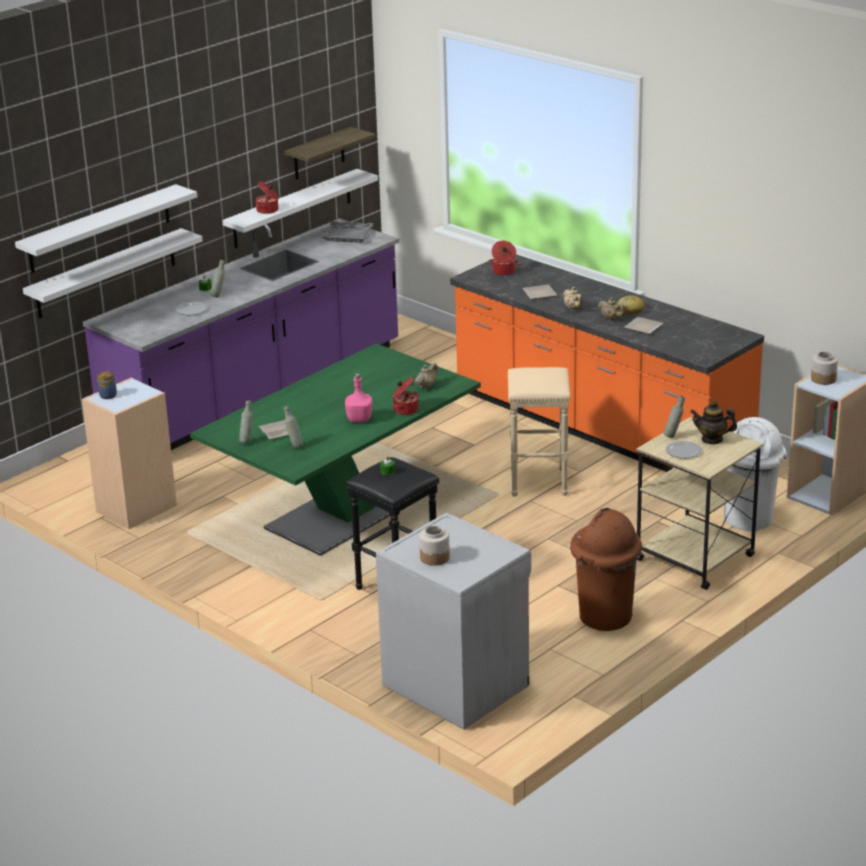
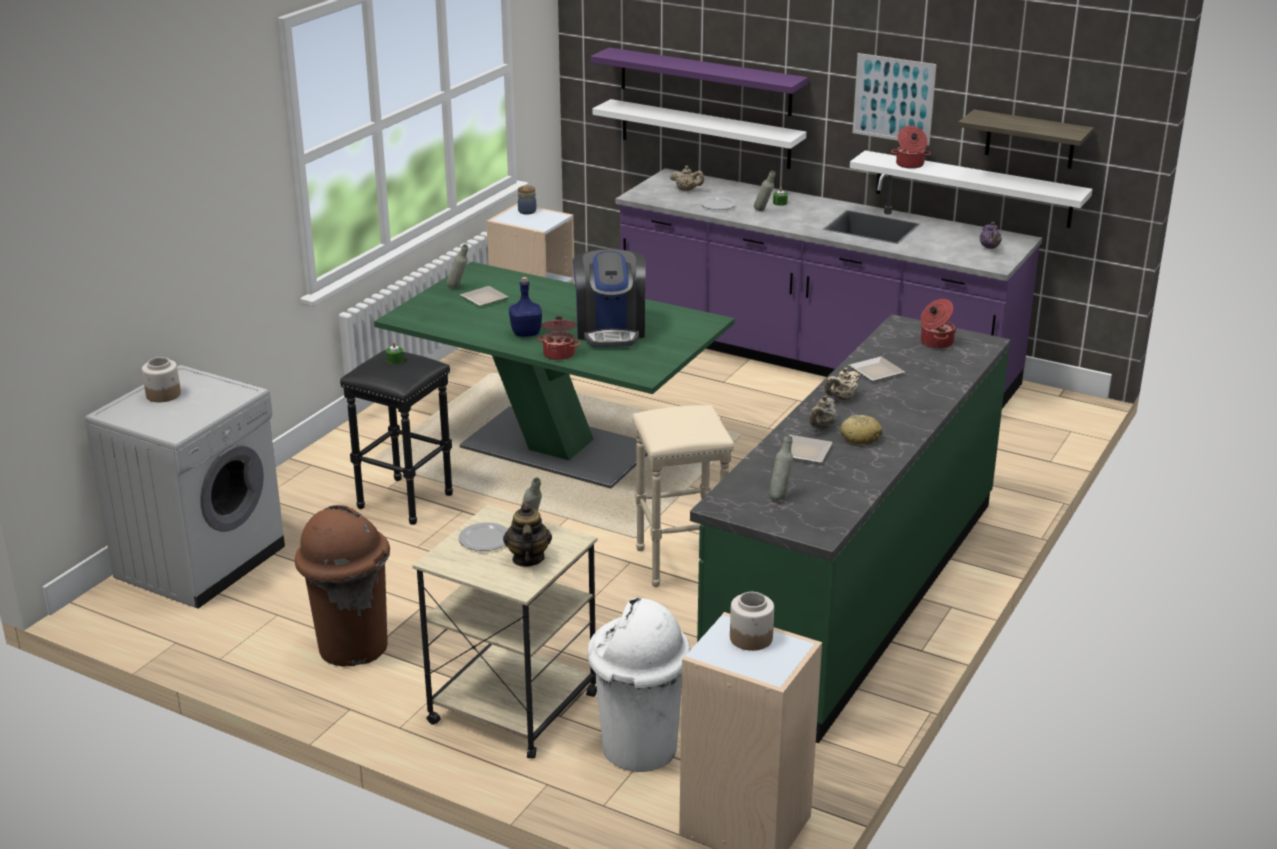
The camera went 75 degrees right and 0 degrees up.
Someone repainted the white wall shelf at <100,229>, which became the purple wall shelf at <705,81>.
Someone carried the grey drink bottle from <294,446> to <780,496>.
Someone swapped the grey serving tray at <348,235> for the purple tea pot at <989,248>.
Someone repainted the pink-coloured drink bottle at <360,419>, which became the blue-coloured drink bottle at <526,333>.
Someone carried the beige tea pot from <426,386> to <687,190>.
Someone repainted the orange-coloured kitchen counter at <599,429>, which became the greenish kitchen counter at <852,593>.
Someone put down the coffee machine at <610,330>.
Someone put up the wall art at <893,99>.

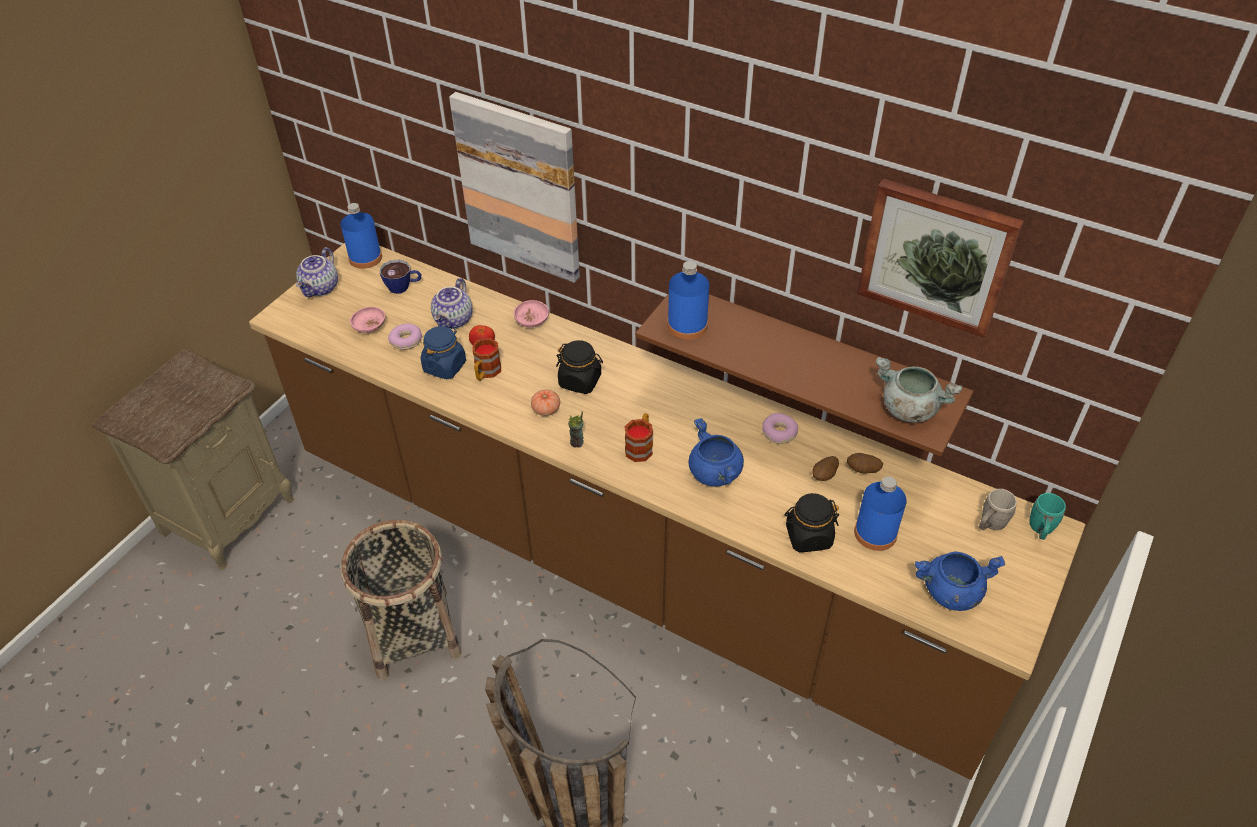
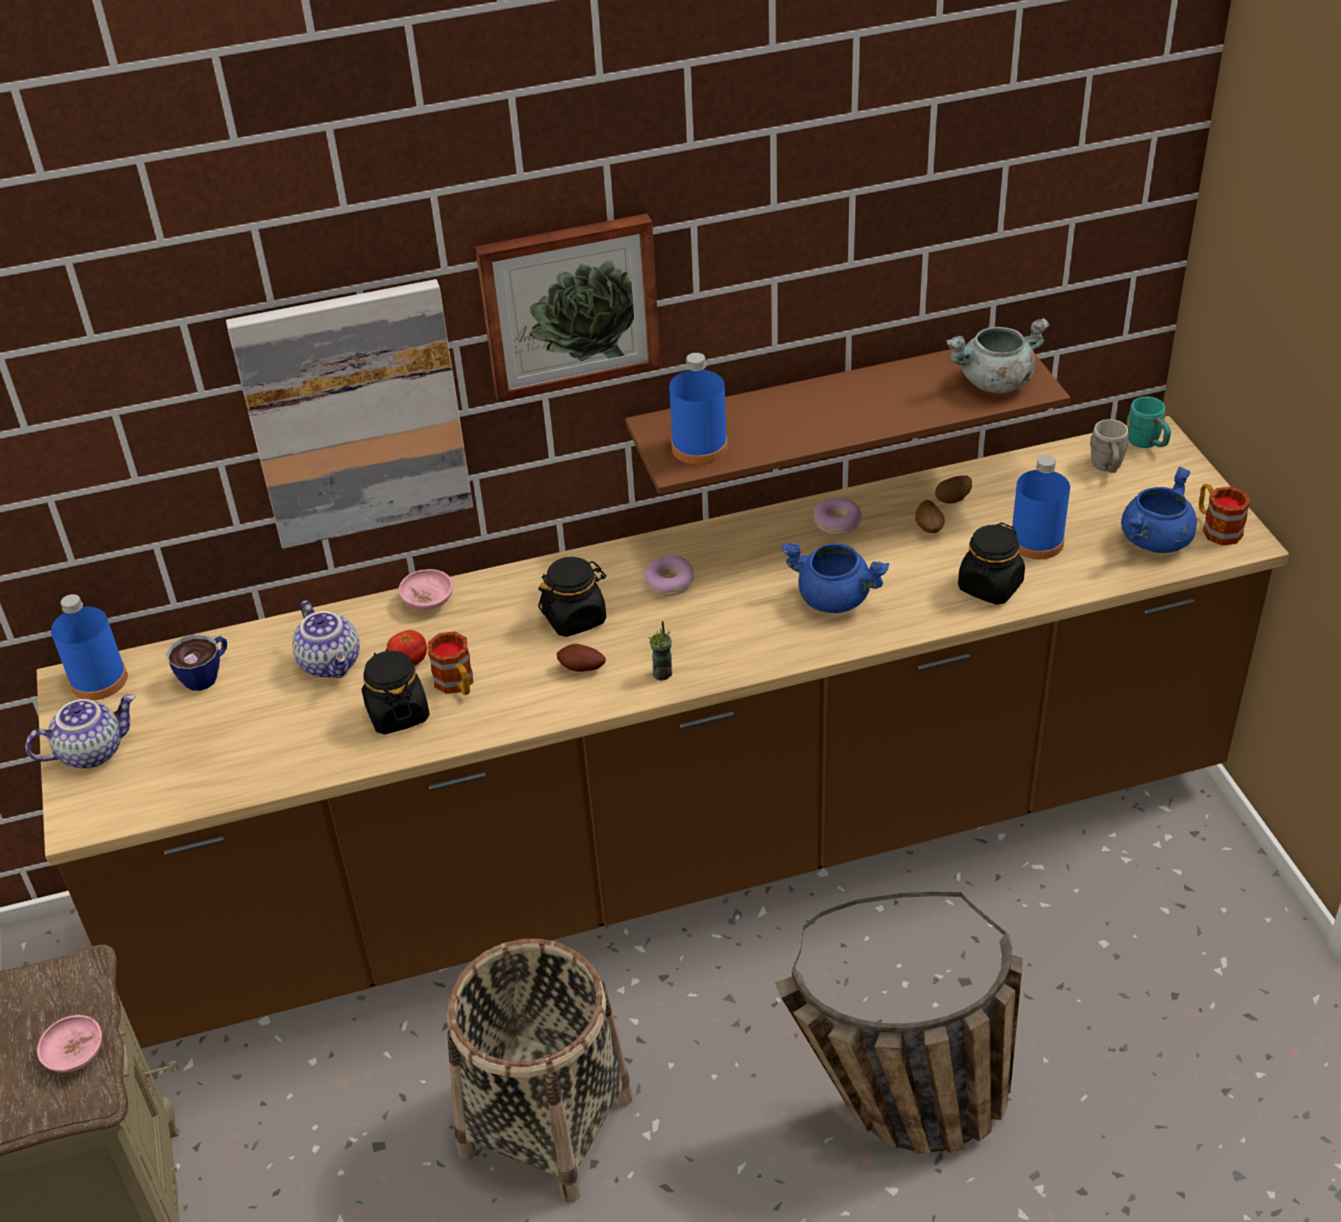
The camera went 45 degrees left and 5 degrees down.
Someone rotated the tea pot at <321,288> by 90 degrees counterclockwise.
Someone carried the pink-coloured bowl from <369,327> to <75,1055>.
Someone carried the doughnut from <406,341> to <670,583>.
Someone repainted the blue-coloured jar at <445,366>, which became the black-coloured jar at <397,713>.
Someone swapped the fresh tomato at <546,409> for the whole potato at <581,669>.
Someone carried the mug from <640,446> to <1216,528>.
Someone carried the wall art from <937,256> to <569,305>.

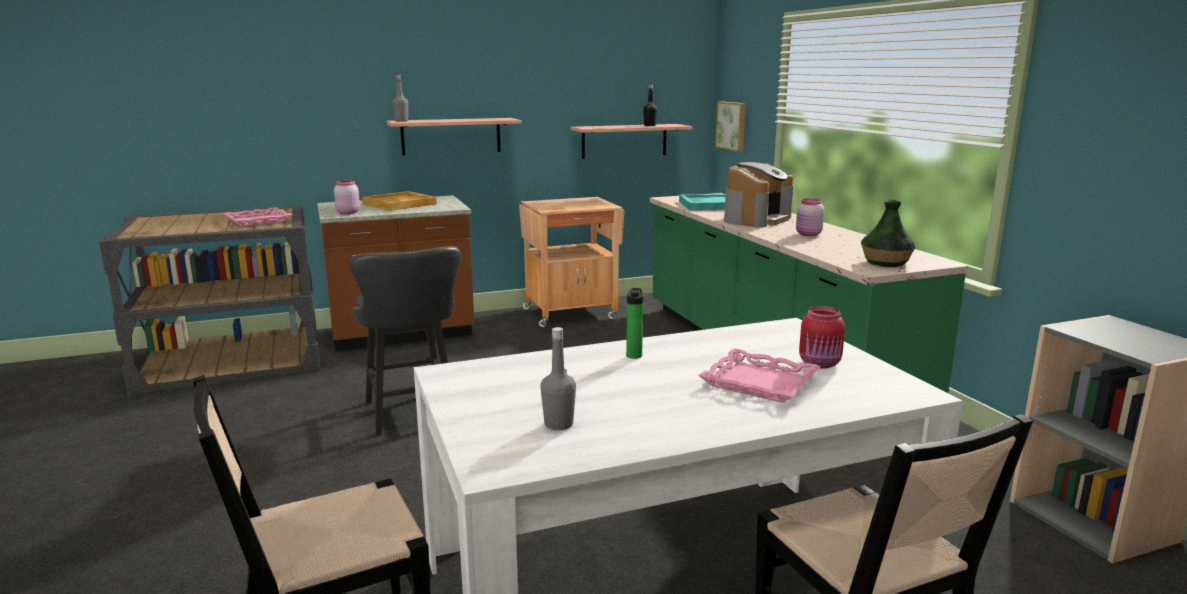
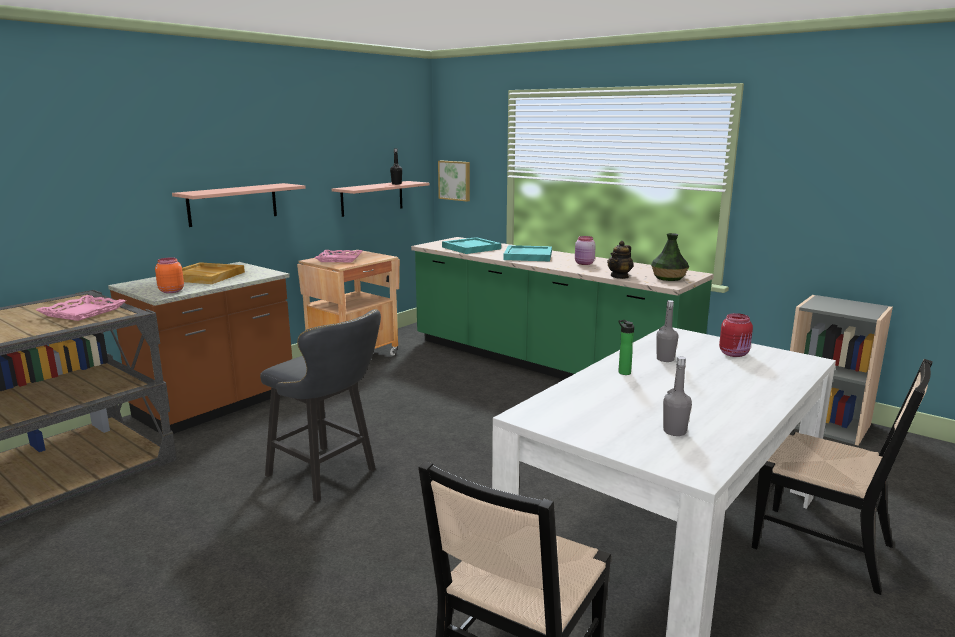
The camera went 30 degrees left and 0 degrees up.
Someone repainted the pink-coloured jar at <348,212>, which became the orange-coloured jar at <171,291>.
Someone carried the grey drink bottle from <401,121> to <665,359>.
Someone carried the pink-coloured serving tray from <760,382> to <339,259>.
Someone swapped the coffee machine at <756,219> for the blue-green serving tray at <527,256>.
Someone put down the tea pot at <620,276>.

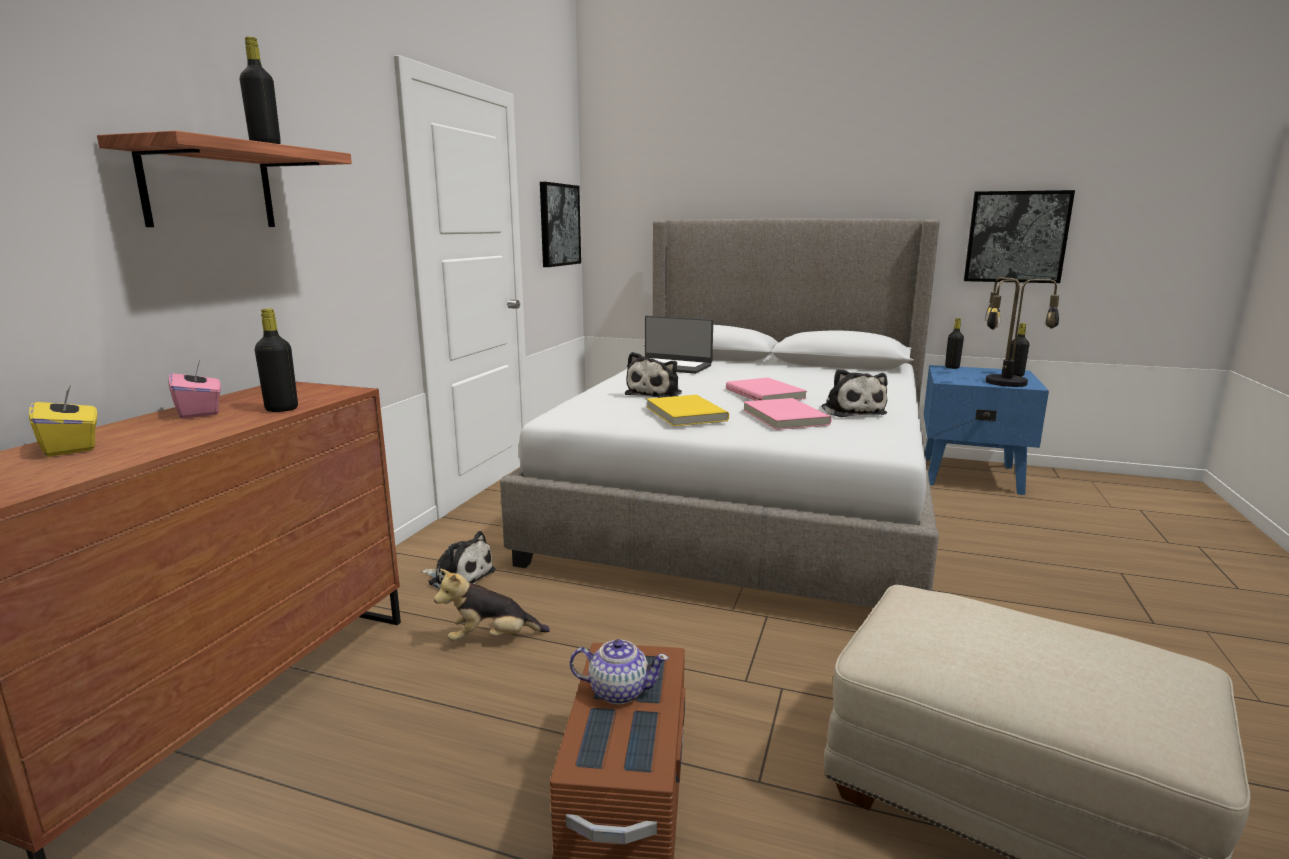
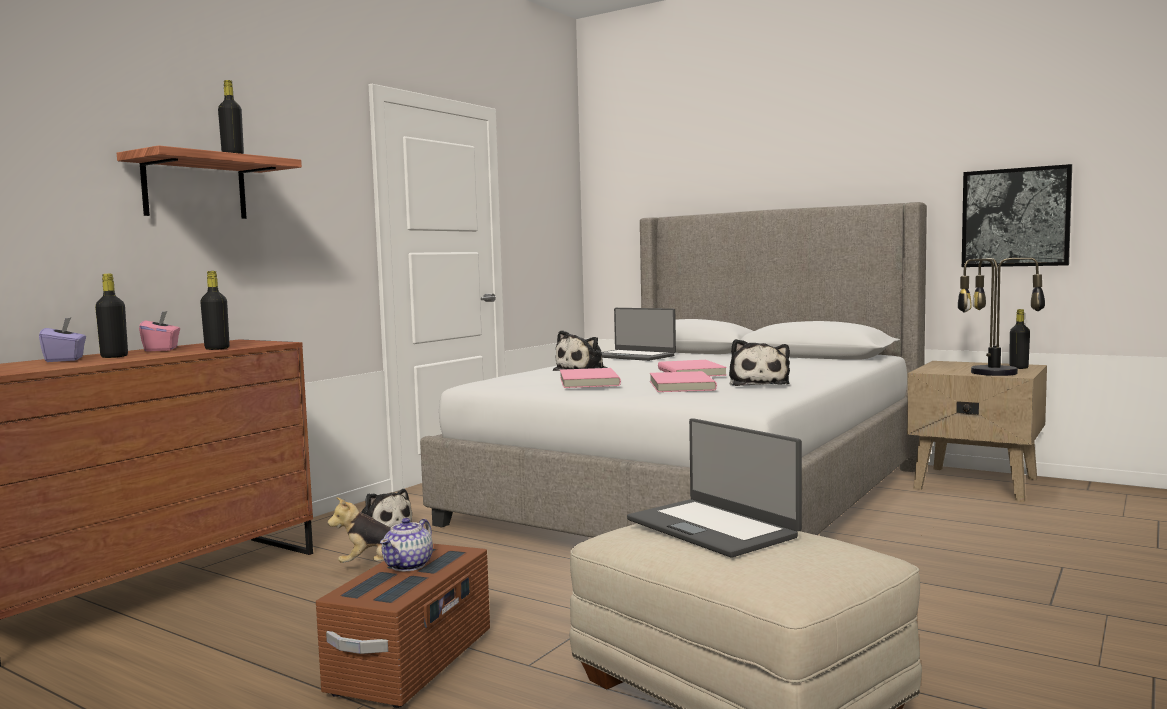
The camera went 15 degrees right and 10 degrees down.
Someone repainted the yellowish tissue holder at <72,446>, which became the purple tissue holder at <65,359>.
Someone took away the wall art at <559,225>.
Someone rotated the tea pot at <618,691> by 90 degrees clockwise.
Someone repainted the yellowish book at <684,414>, which became the pink-coloured book at <587,382>.
Someone repainted the blue-coloured night table at <972,475>, which became the beige night table at <977,484>.
Someone carried the black-coloured drink bottle from <952,367> to <114,356>.
Someone put down the notebook computer at <712,528>.

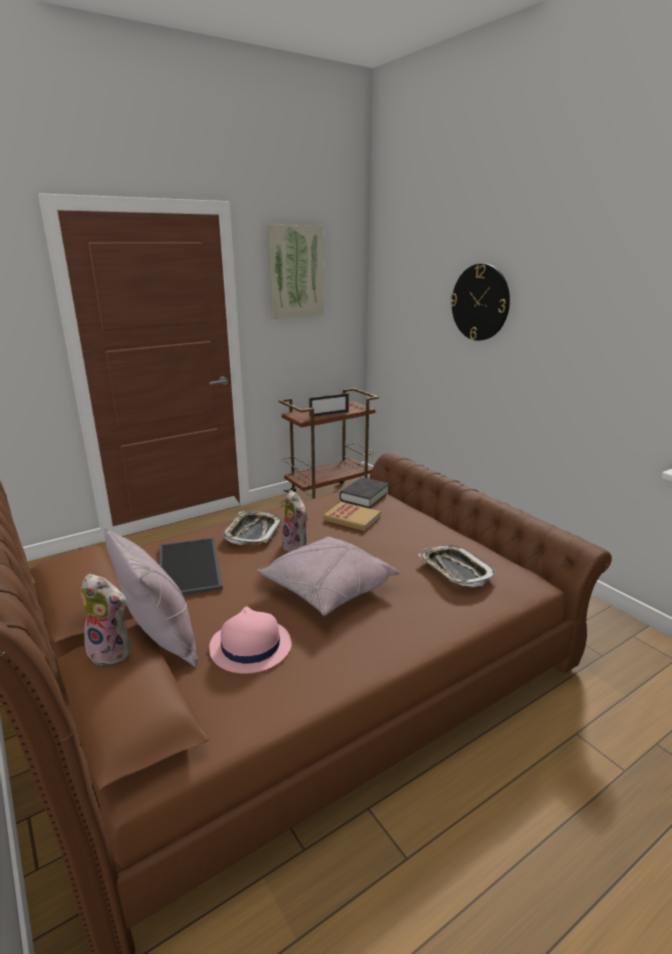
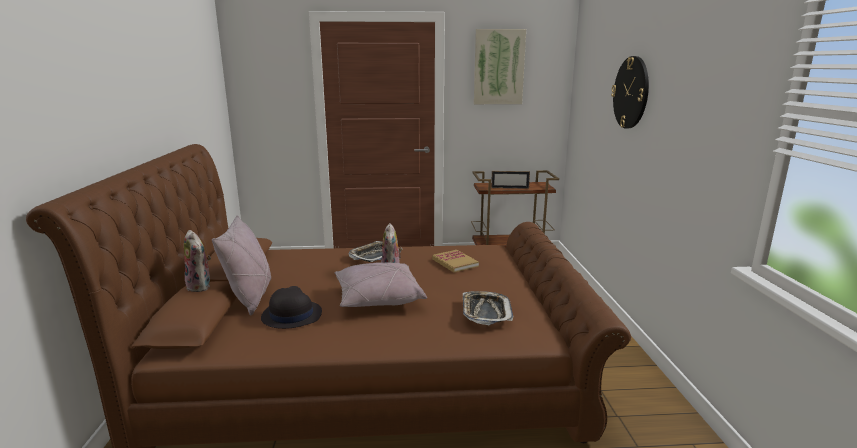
The camera went 30 degrees right and 5 degrees down.
Someone took away the serving tray at <191,567>.
Someone repainted the pink-coloured wearable hat at <250,646>, which became the black-coloured wearable hat at <291,315>.
Someone took away the black-coloured book at <364,496>.

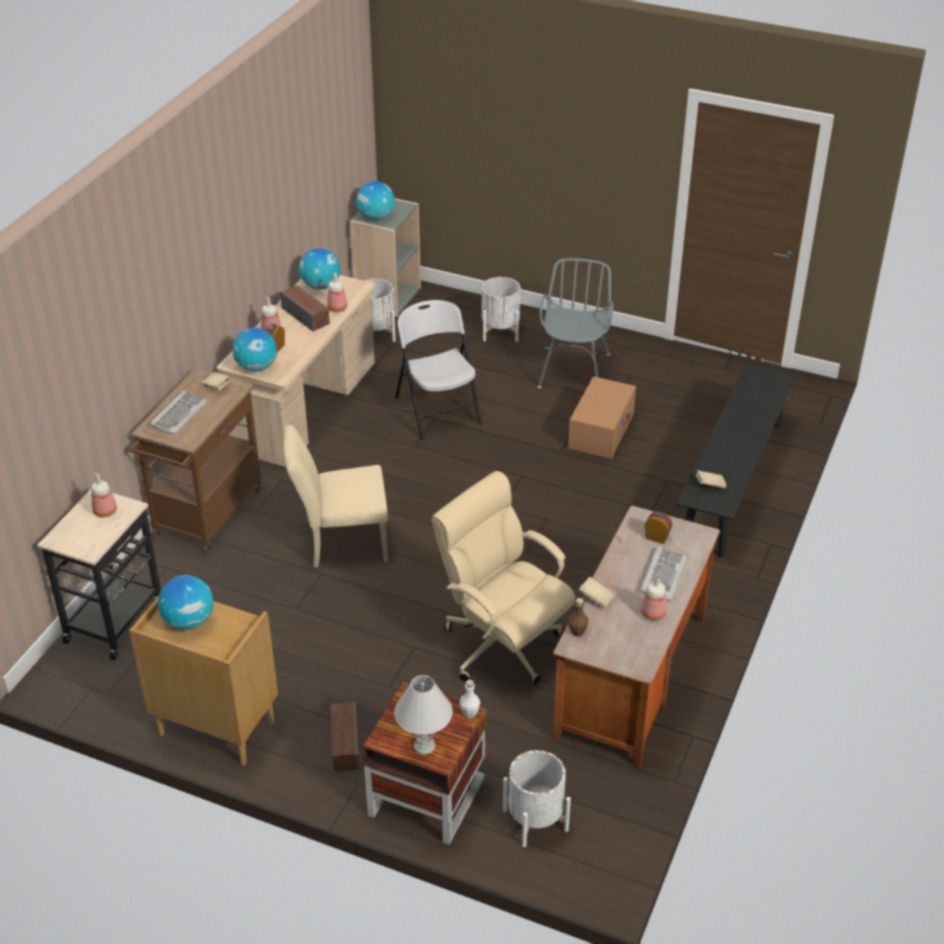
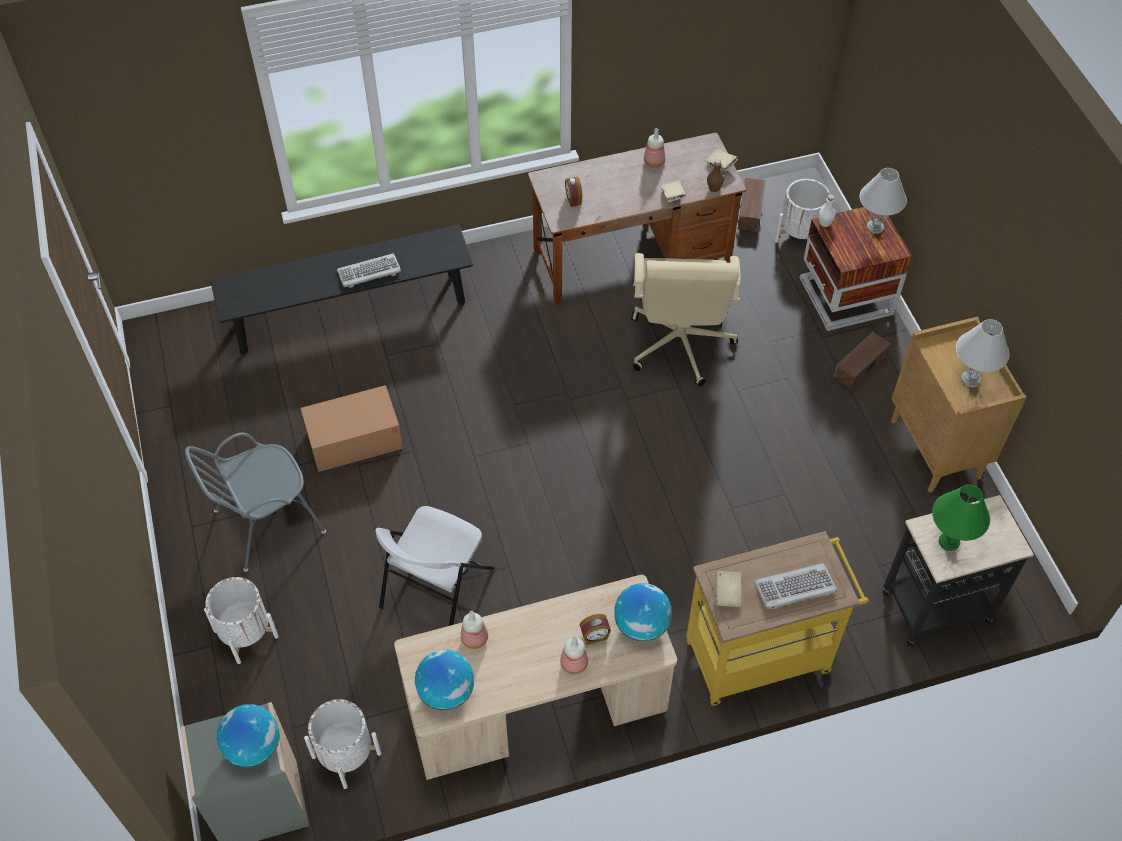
The camera went 130 degrees left and 15 degrees up.
Someone swapped the drink bottle at <105,511> for the greenish table lamp at <948,542>.
Someone repainted the brown-coloured wheeled cart at <206,516>, which became the yellowish wheeled cart at <761,656>.
Someone swapped the desk globe at <188,621> for the white table lamp at <970,380>.
Someone carried the loudspeaker from <306,315> to <750,211>.
Someone took away the beige upright chair at <340,543>.
Someone carried the PC keyboard from <662,575> to <369,272>.
Someone carried the beige book from <710,485> to <721,165>.

